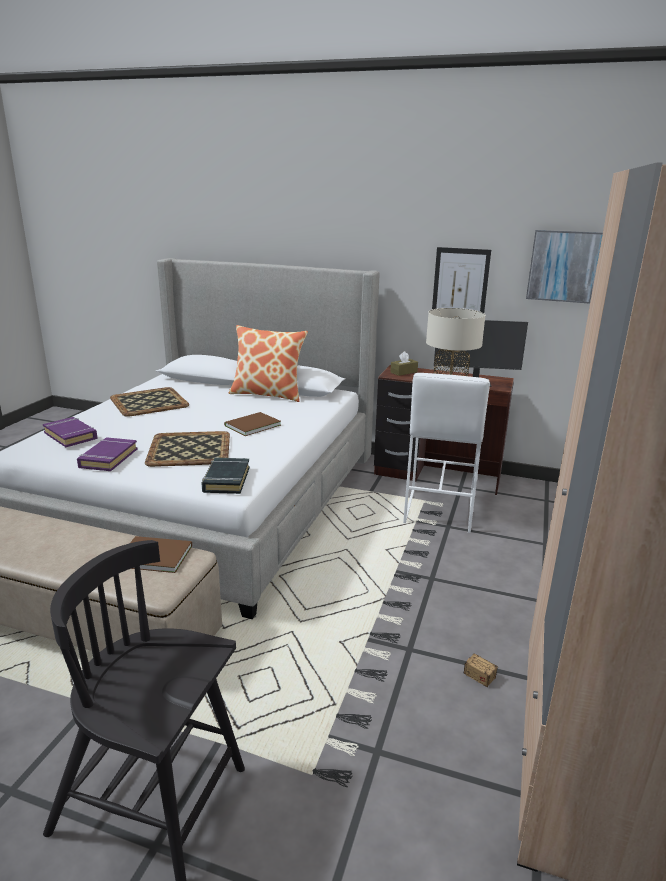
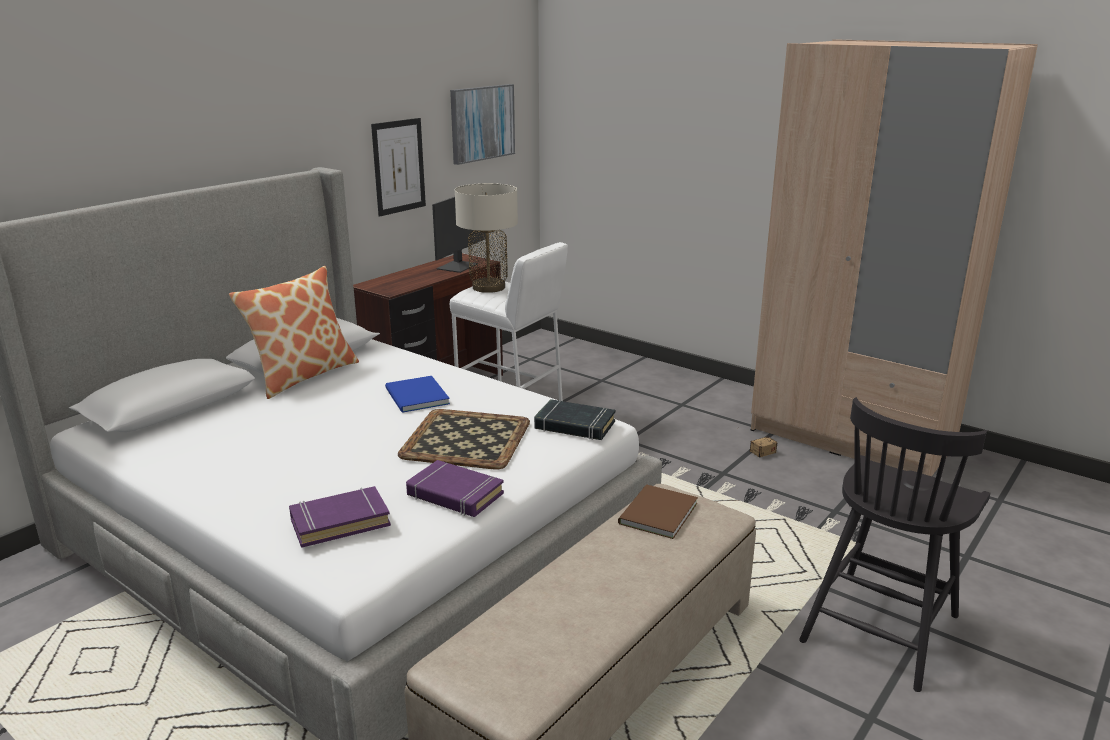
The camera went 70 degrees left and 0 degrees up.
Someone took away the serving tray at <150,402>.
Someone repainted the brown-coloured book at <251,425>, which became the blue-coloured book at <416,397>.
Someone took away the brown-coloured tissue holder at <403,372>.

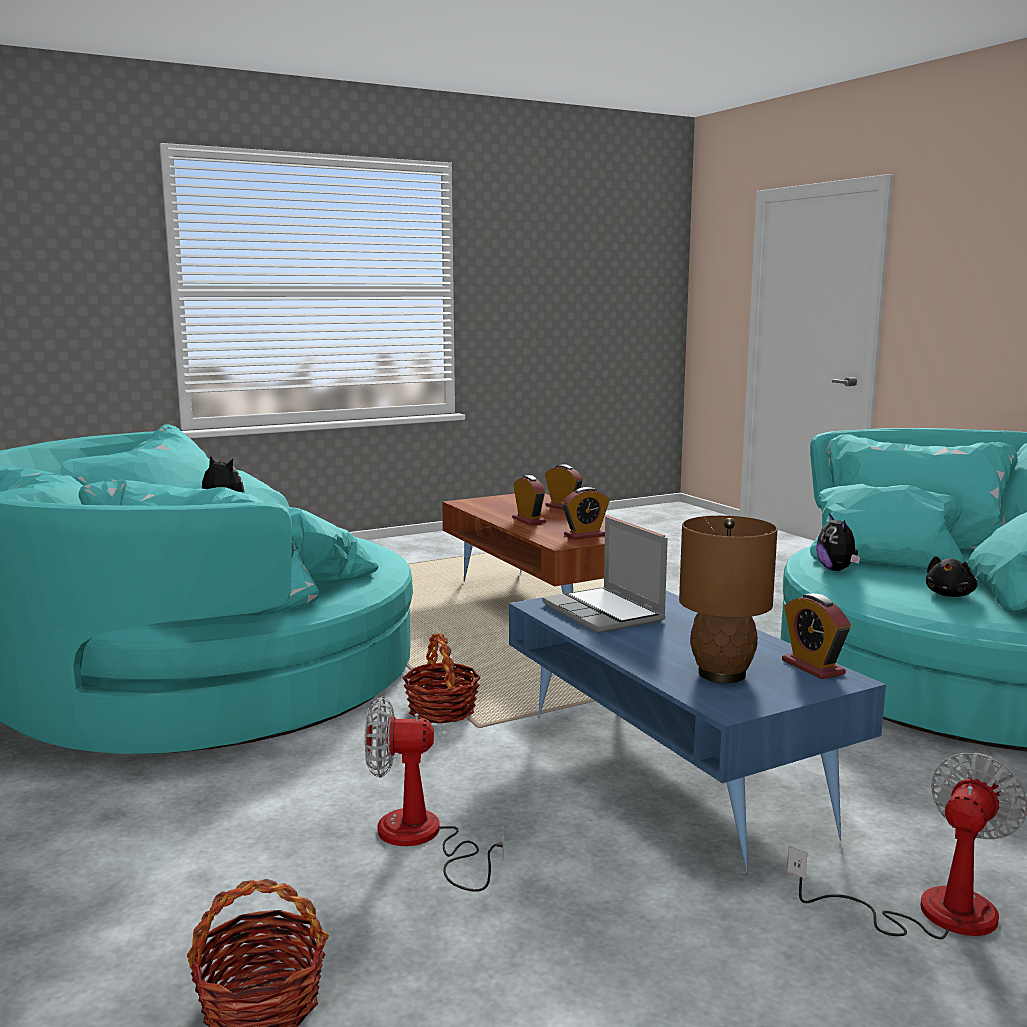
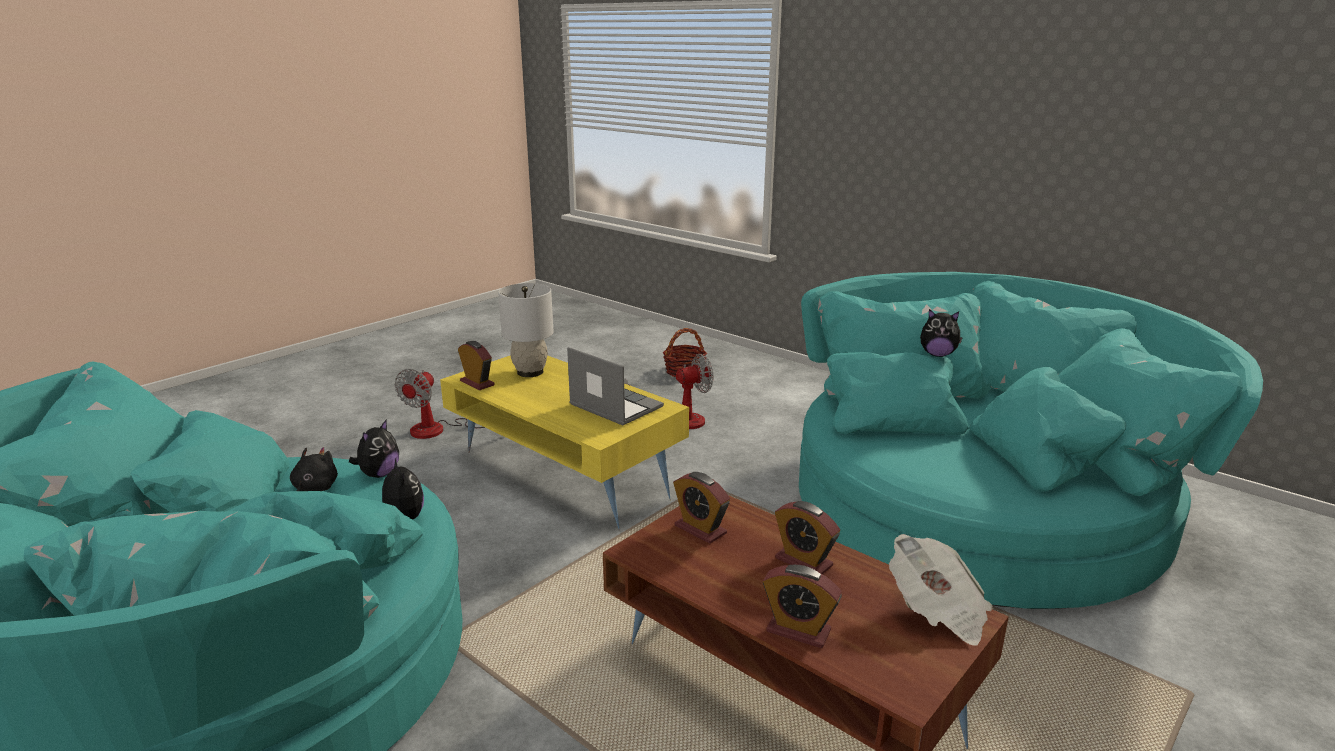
The camera went 160 degrees right and 10 degrees up.
Someone took away the basket at <441,710>.
Someone repainted the blue-coloured low table at <672,771>, which became the yellowish low table at <563,475>.
Someone rotated the table clock at <585,535> by 90 degrees counterclockwise.
Someone repainted the brown-coloured table lamp at <722,674>, which became the white table lamp at <530,372>.
Someone put down the soft toy at <379,474>.
Someone put down the daily paper at <937,611>.

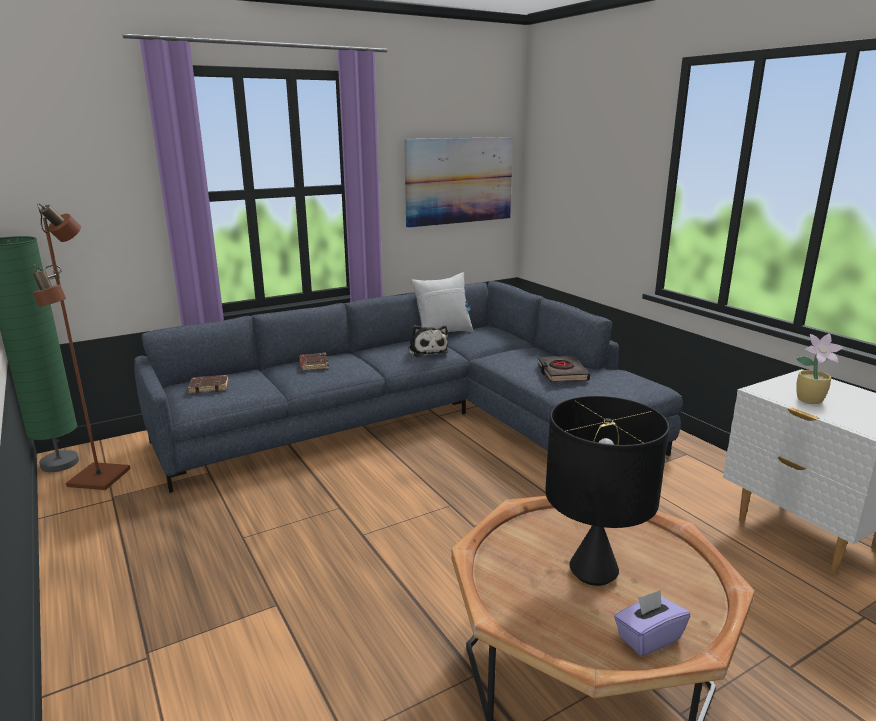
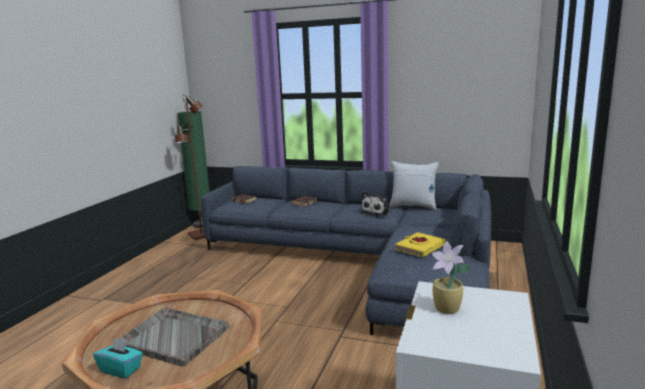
The camera went 50 degrees right and 5 degrees down.
Someone took away the wall art at <459,181>.
Someone repainted the black-coloured book at <562,373>, which became the yellowish book at <420,248>.
Someone swapped the black-coloured table lamp at <593,573> for the grey serving tray at <172,337>.
Someone repainted the purple tissue holder at <648,638>, which became the blue-green tissue holder at <121,369>.

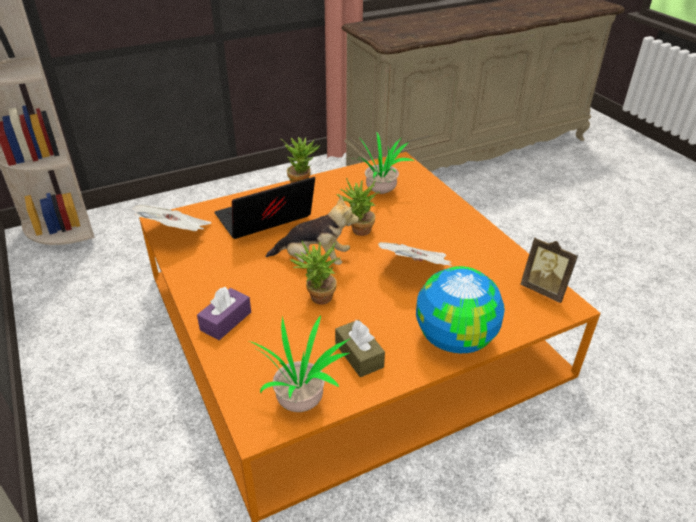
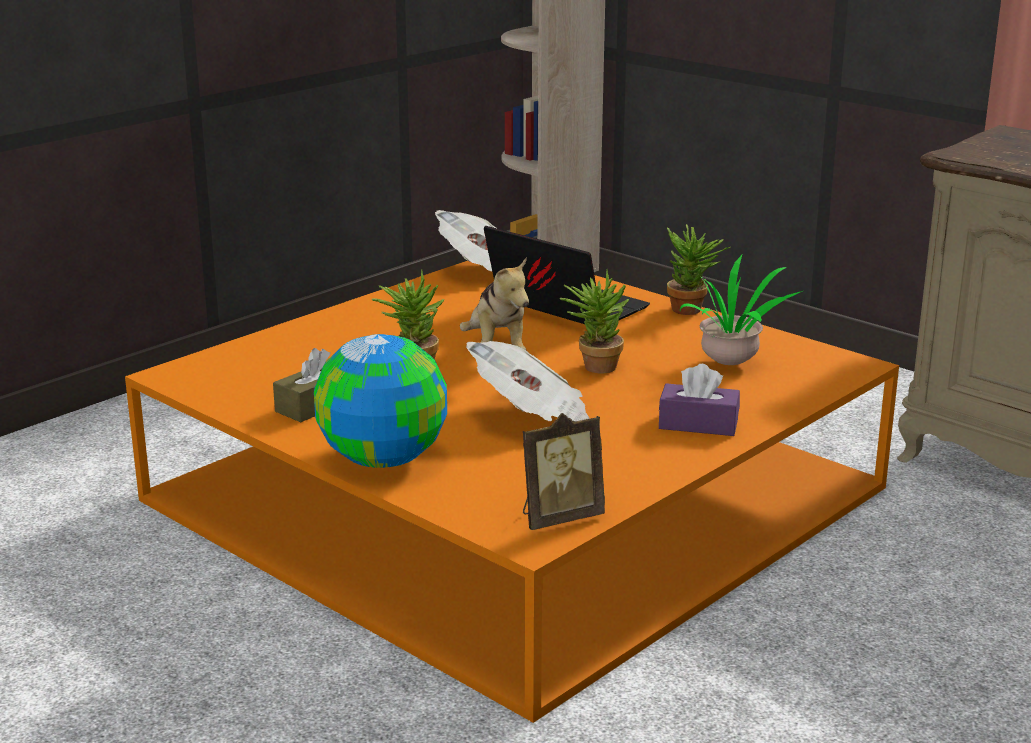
The camera went 70 degrees right and 15 degrees down.
Someone carried the purple tissue holder from <226,321> to <698,424>.
Someone took away the houseplant at <301,400>.
Someone rotated the picture frame at <544,290> by 135 degrees counterclockwise.

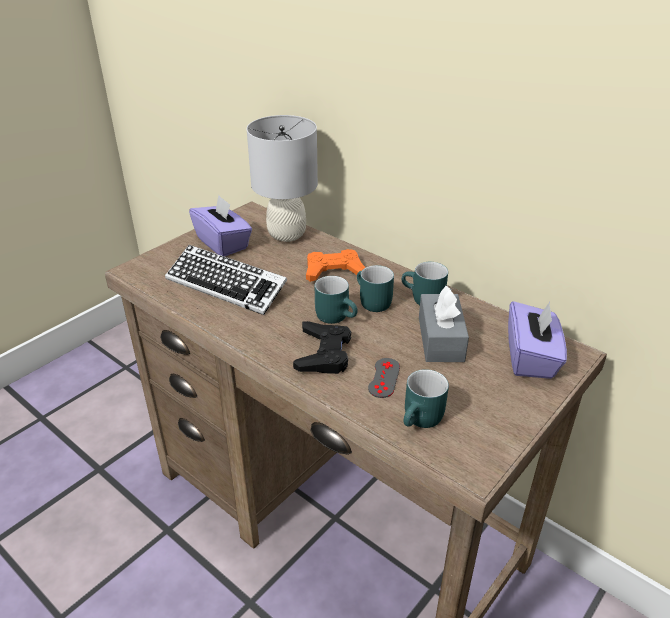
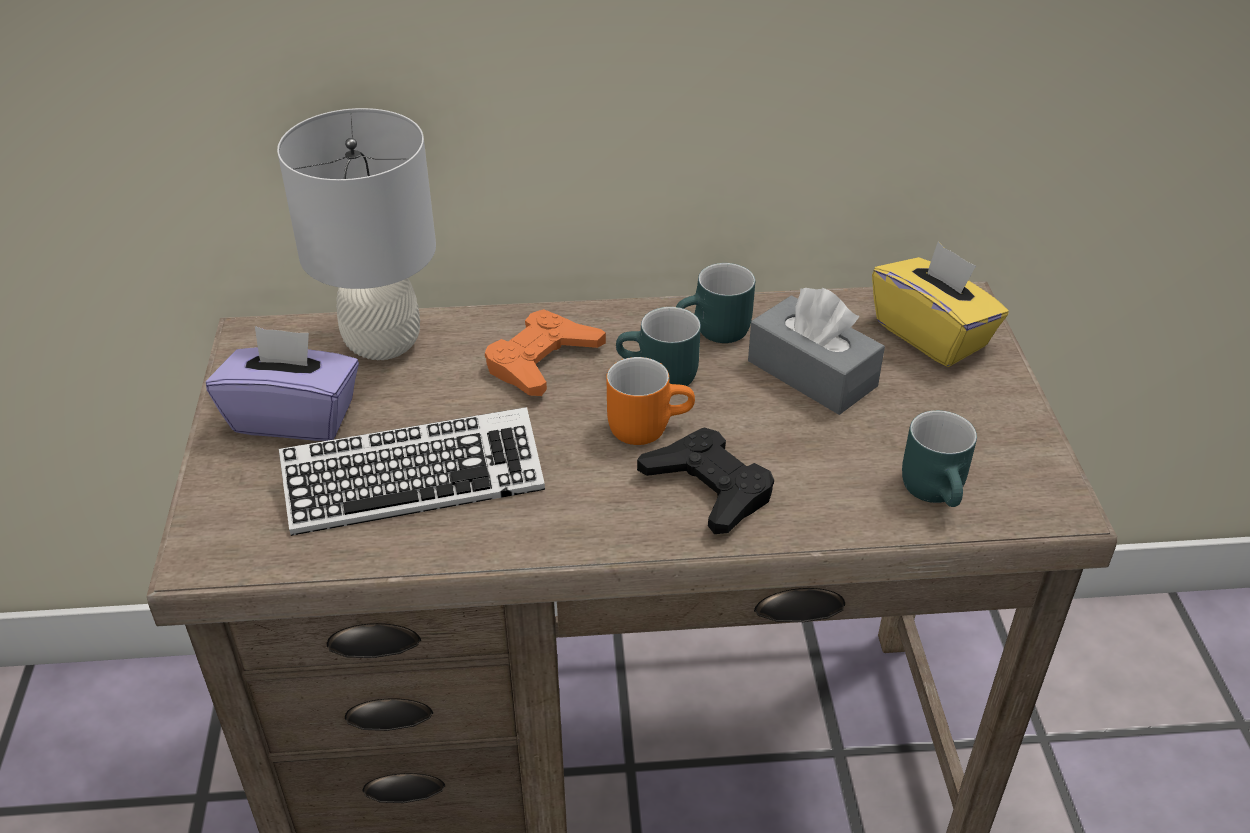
The camera went 45 degrees left and 5 degrees up.
Someone repainted the blue-green mug at <337,316>, which became the orange-coloured mug at <647,424>.
Someone took away the grey gamepad at <384,378>.
Someone repainted the purple tissue holder at <531,358>, which became the yellowish tissue holder at <932,334>.

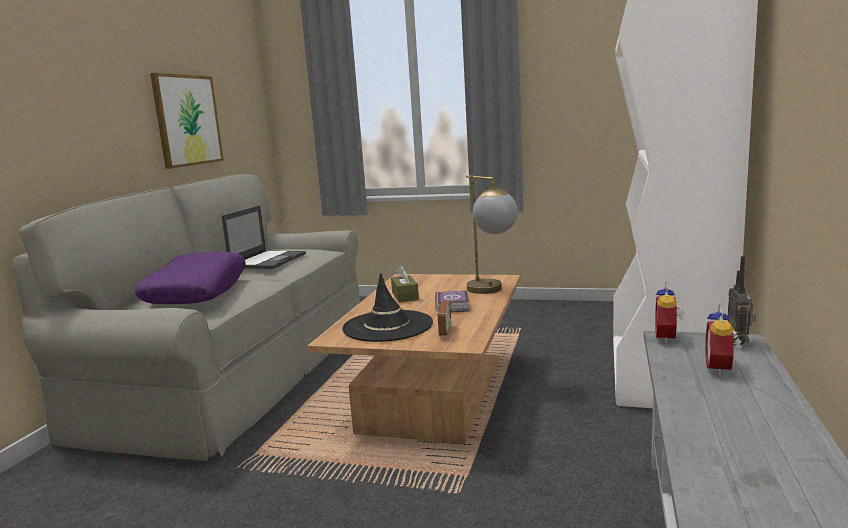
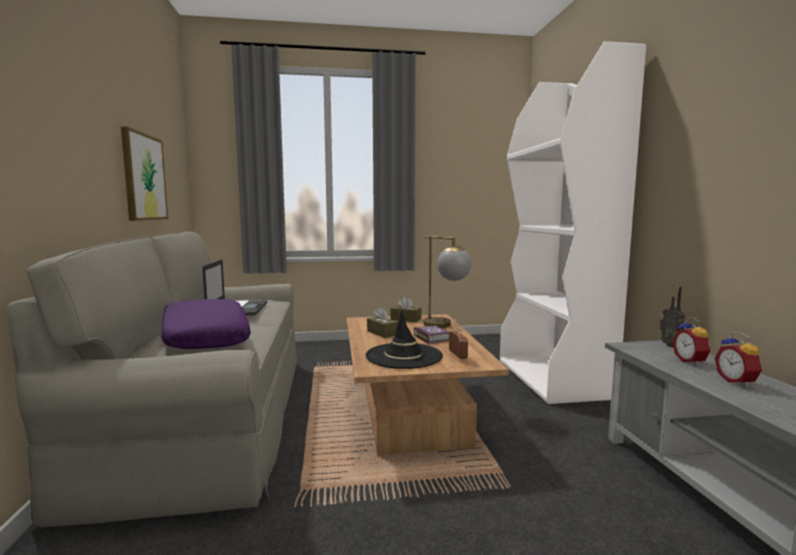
The camera went 25 degrees left and 5 degrees down.
Someone carried the table clock from <668,338> to <737,382>.
Someone put down the brown-coloured tissue holder at <405,319>.

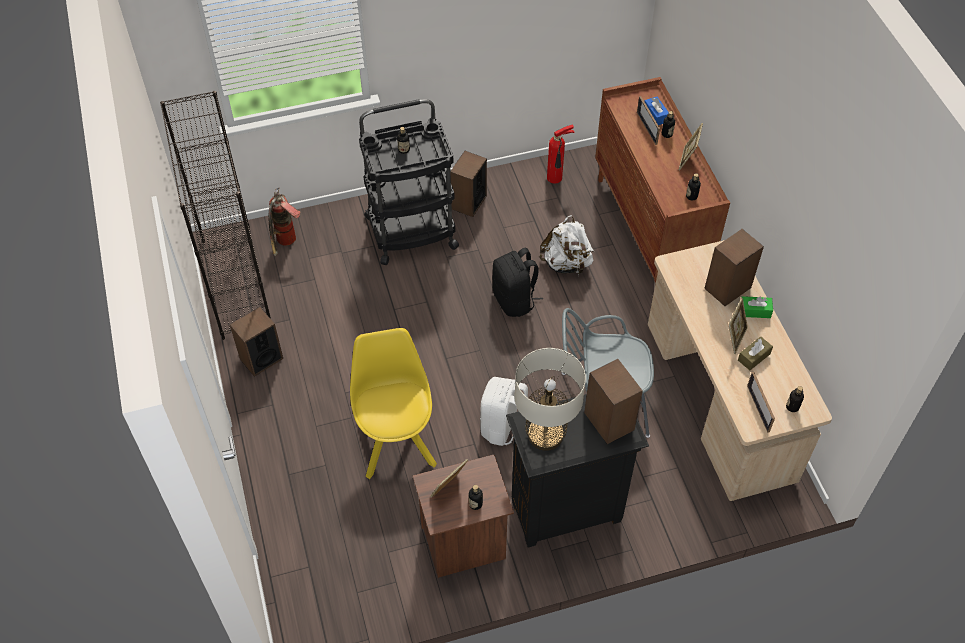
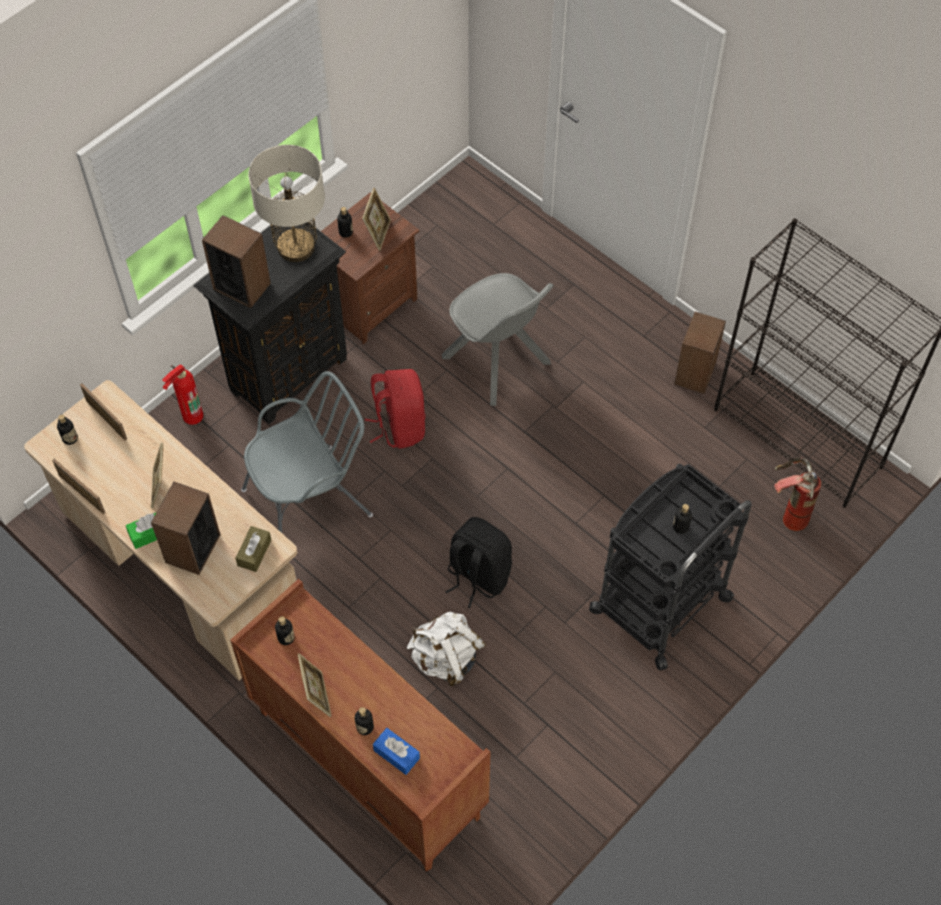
The camera went 150 degrees right and 5 degrees up.
Someone repainted the yellowish upright chair at <396,439>, which became the grey upright chair at <497,362>.
Someone took away the loudspeaker at <468,202>.
Someone repainted the white backpack at <503,427>, which became the red-coloured backpack at <399,426>.
Someone carried the fire extinguisher from <556,178> to <190,416>.
Someone carried the picture frame from <647,128> to <81,494>.
Someone carried the brown-coloured tissue holder from <754,357> to <254,552>.

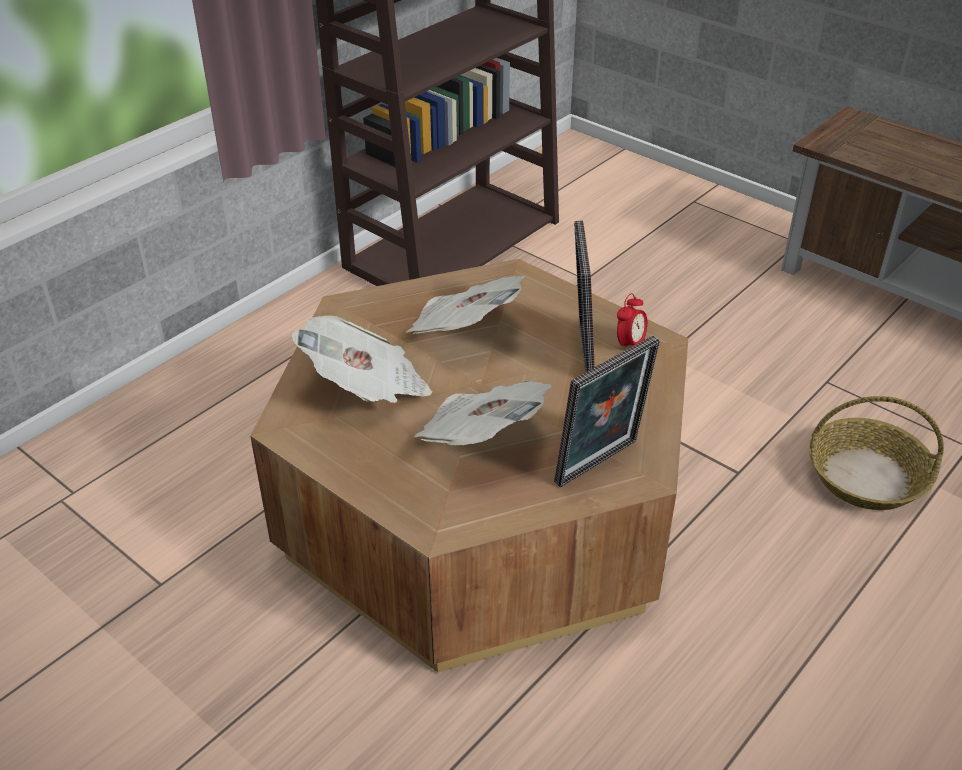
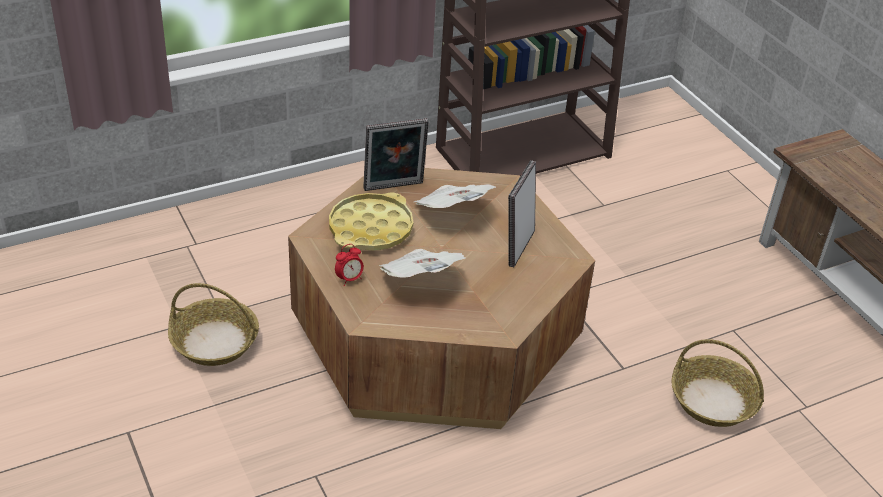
The camera went 20 degrees right and 0 degrees up.
Someone swapped the daily paper at <367,388> for the yellowish serving tray at <371,229>.
Someone carried the picture frame from <600,465> to <394,188>.
Someone carried the table clock from <630,344> to <349,279>.
Someone put down the basket at <215,341>.

